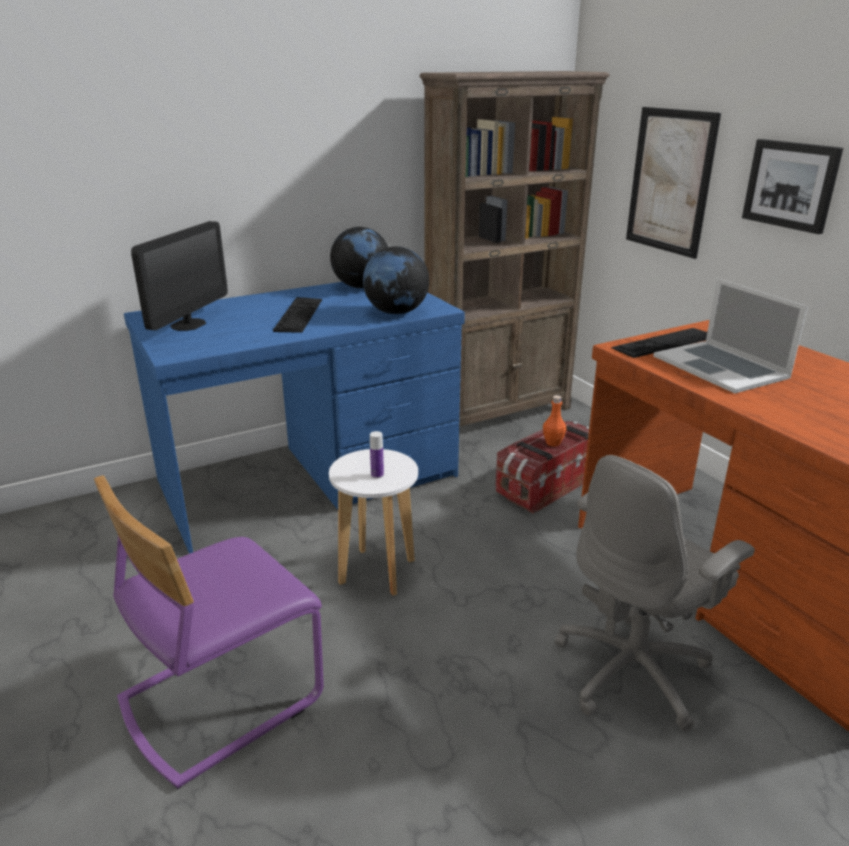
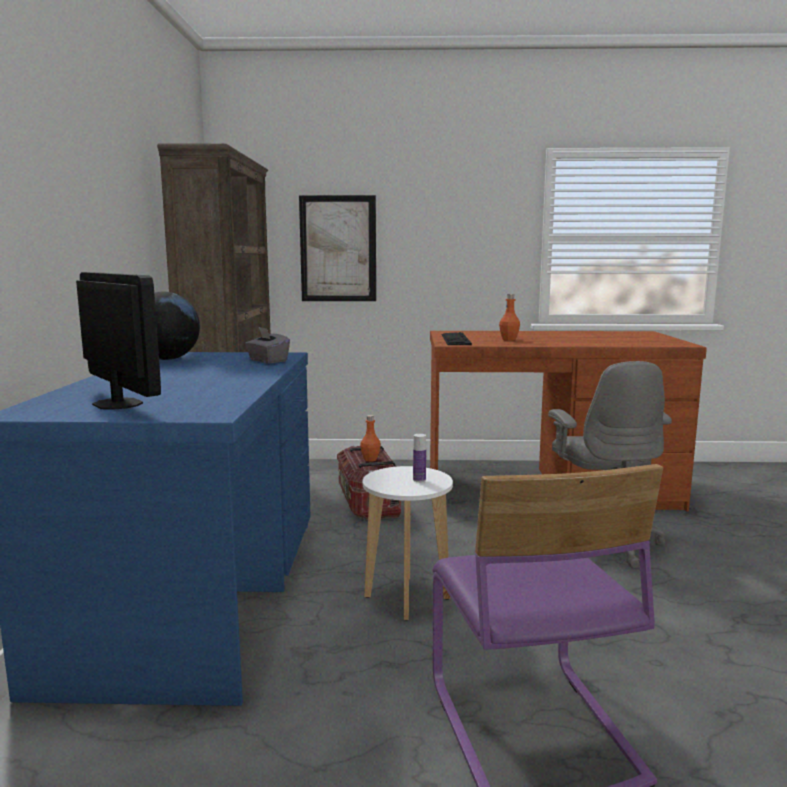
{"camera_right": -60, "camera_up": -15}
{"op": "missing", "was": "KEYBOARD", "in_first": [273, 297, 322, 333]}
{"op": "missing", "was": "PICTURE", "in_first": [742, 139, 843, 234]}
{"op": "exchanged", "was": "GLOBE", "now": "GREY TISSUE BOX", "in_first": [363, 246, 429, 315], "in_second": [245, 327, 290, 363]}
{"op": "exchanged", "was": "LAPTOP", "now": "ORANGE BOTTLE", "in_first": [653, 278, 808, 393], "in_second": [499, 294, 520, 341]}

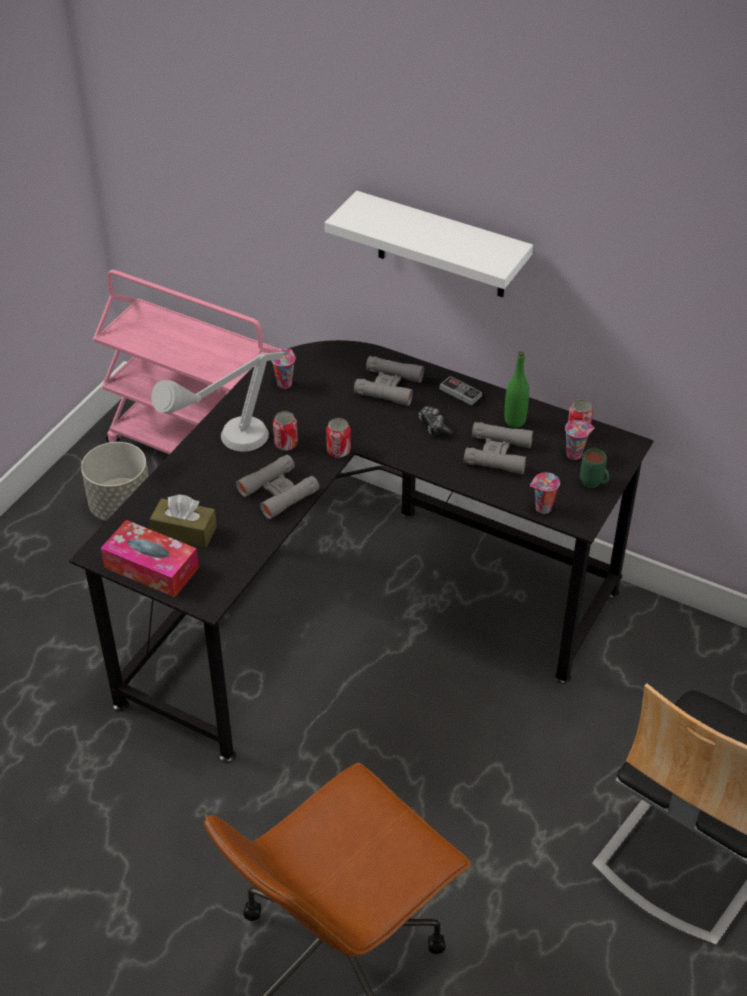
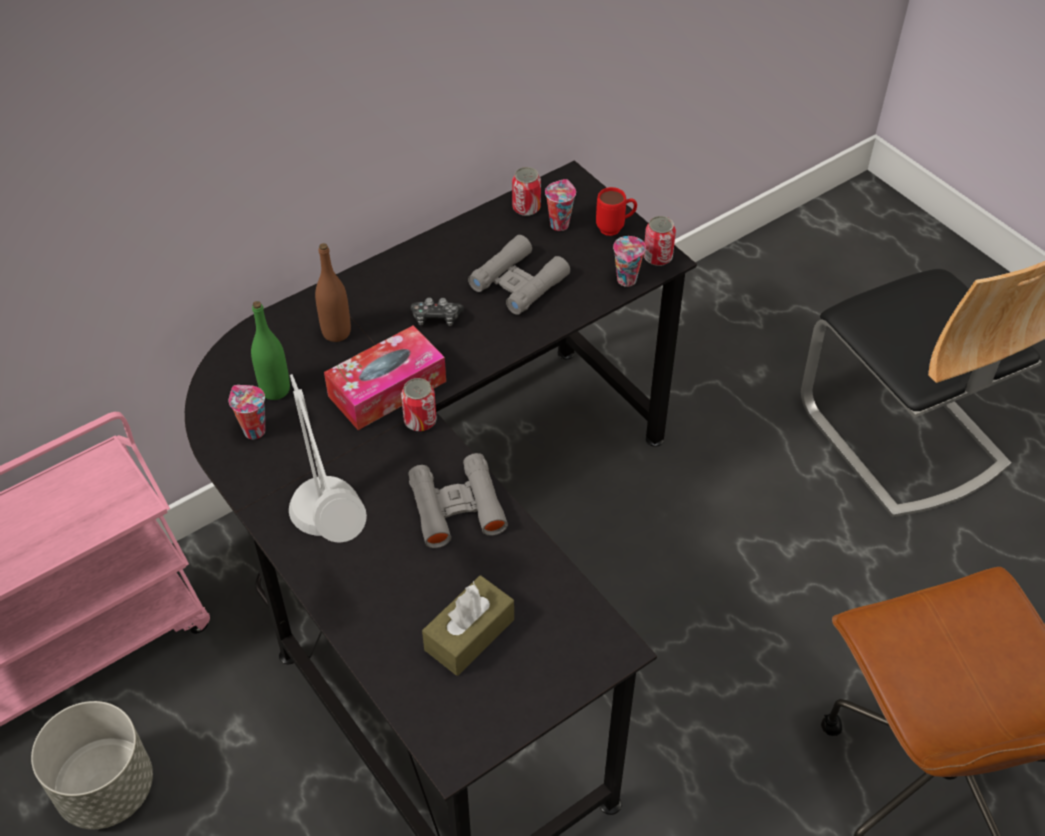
{"camera_right": -65, "camera_up": 5}
{"op": "missing", "was": "WHITE SHELF", "in_first": [325, 191, 533, 297]}
{"op": "missing", "was": "GAME CONTROLLER", "in_first": [440, 376, 482, 405]}
{"op": "relocated", "was": "TISSUE BOX", "in_first": [101, 520, 199, 597], "in_second": [324, 325, 446, 430]}
{"op": "relocated", "was": "CAN", "in_first": [273, 411, 298, 451], "in_second": [643, 216, 676, 266]}
{"op": "relocated", "was": "GREEN BOTTLE", "in_first": [504, 351, 529, 427], "in_second": [251, 301, 290, 400]}
{"op": "exchanged", "was": "GREY BINOCULARS", "now": "BROWN BOTTLE", "in_first": [354, 356, 424, 406], "in_second": [315, 243, 351, 342]}
{"op": "colour", "was": "GREEN MUG", "now": "RED MUG", "in_first": [580, 448, 609, 488], "in_second": [596, 187, 637, 236]}

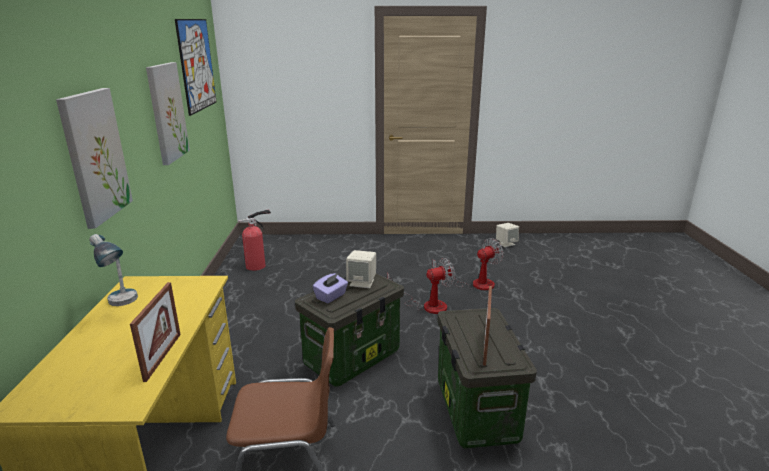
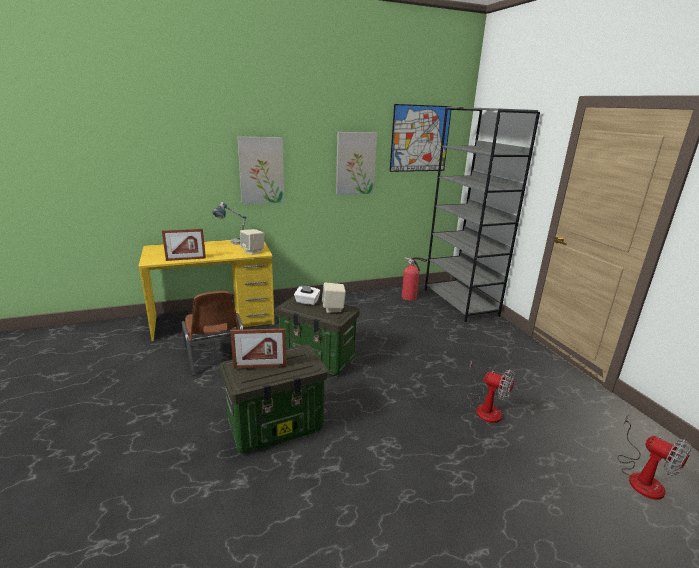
{"camera_right": 70, "camera_up": 0}
{"op": "appeared", "now": "GREY BOOKCASE", "in_second": [425, 107, 540, 322]}
{"op": "relocated", "was": "FAN", "in_first": [387, 258, 455, 314], "in_second": [617, 414, 692, 500]}
{"op": "relocated", "was": "BEIGE SPEAKER", "in_first": [496, 223, 519, 247], "in_second": [240, 229, 264, 255]}
{"op": "colour", "was": "PURPLE TISSUE BOX", "now": "WHITE TISSUE BOX", "in_first": [313, 273, 348, 303], "in_second": [294, 285, 320, 305]}

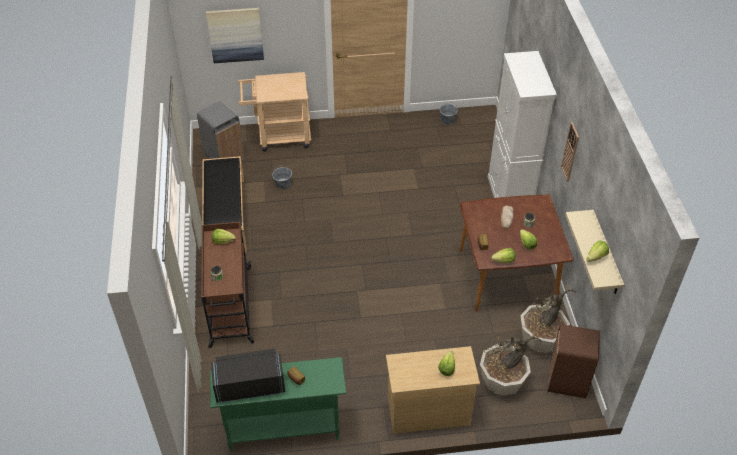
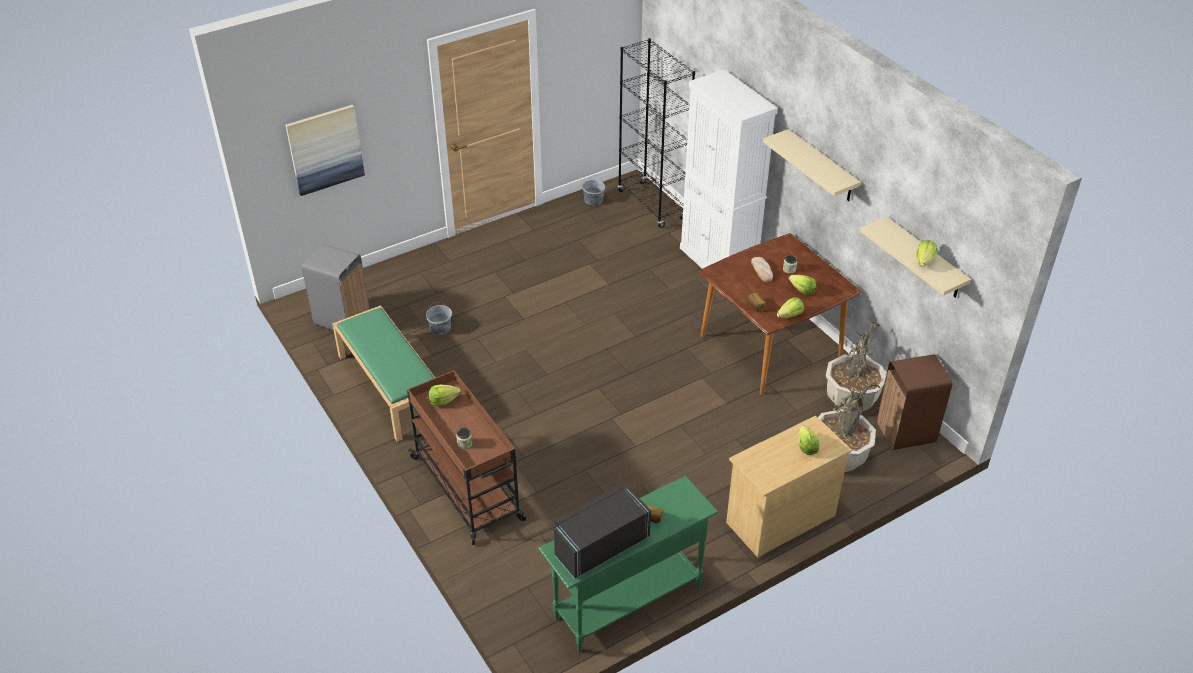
{"camera_right": -25, "camera_up": -5}
{"op": "missing", "was": "BEIGE CART", "in_first": [238, 72, 311, 152]}
{"op": "appeared", "now": "BLACK BOOKCASE", "in_second": [618, 38, 695, 228]}
{"op": "exchanged", "was": "WALL CLOCK", "now": "BEIGE SHELF", "in_first": [561, 122, 579, 182], "in_second": [763, 129, 861, 201]}
{"op": "colour", "was": "BLACK BENCH", "now": "GREEN BENCH", "in_first": [202, 156, 247, 253], "in_second": [332, 305, 435, 442]}

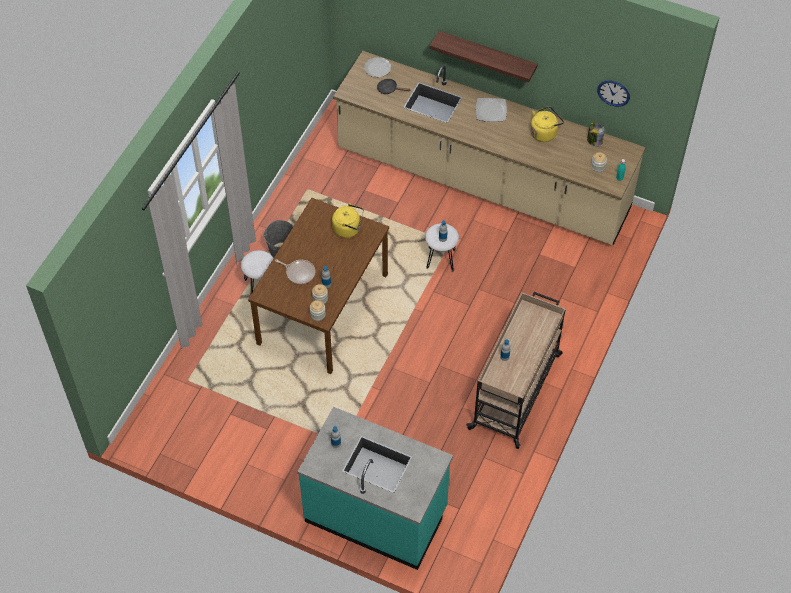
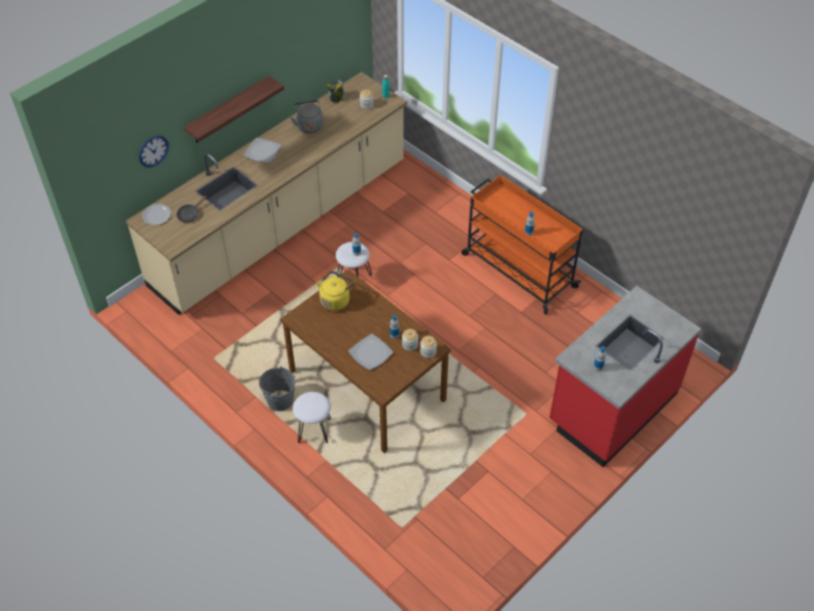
{"camera_right": -70, "camera_up": -5}
{"op": "relocated", "was": "WALL CLOCK", "in_first": [597, 81, 630, 107], "in_second": [139, 136, 169, 168]}
{"op": "exchanged", "was": "FRYING PAN", "now": "PLATE", "in_first": [275, 259, 315, 284], "in_second": [348, 334, 393, 370]}
{"op": "colour", "was": "TURQUOISE COUNTER", "now": "RED COUNTER", "in_first": [297, 407, 453, 570], "in_second": [549, 286, 701, 467]}
{"op": "colour", "was": "BEIGE CART", "now": "ORANGE CART", "in_first": [466, 292, 566, 449], "in_second": [461, 175, 583, 314]}
{"op": "colour", "was": "YELLOW KETTLE", "now": "GREY KETTLE", "in_first": [530, 106, 564, 142], "in_second": [290, 100, 323, 134]}

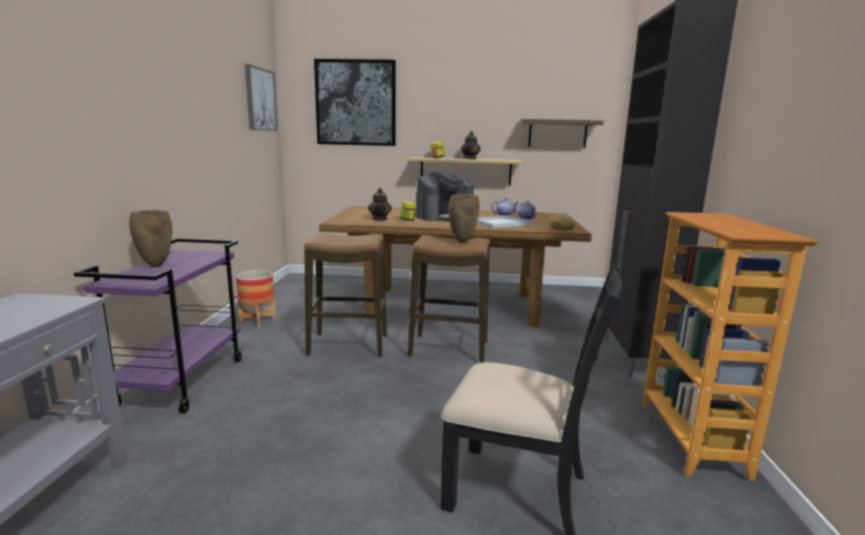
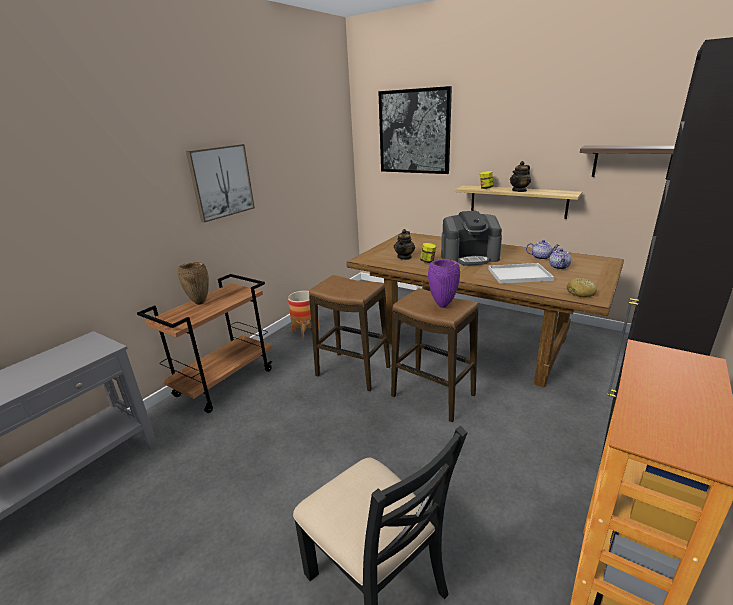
{"camera_right": 30, "camera_up": 10}
{"op": "relocated", "was": "PICTURE", "in_first": [245, 64, 278, 131], "in_second": [186, 144, 255, 223]}
{"op": "colour", "was": "PURPLE CART", "now": "BROWN CART", "in_first": [74, 238, 243, 413], "in_second": [137, 274, 272, 413]}
{"op": "colour", "was": "BROWN VASE", "now": "PURPLE VASE", "in_first": [449, 194, 480, 243], "in_second": [428, 259, 460, 308]}

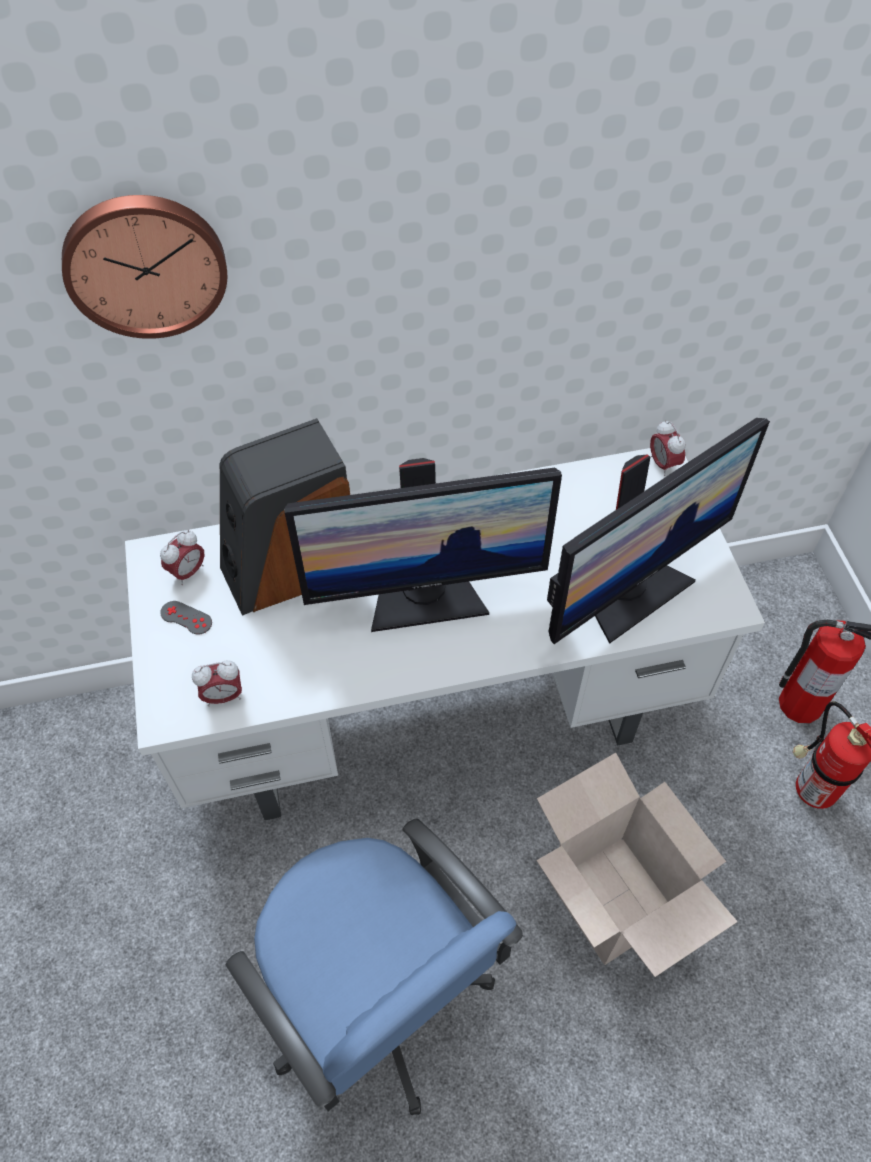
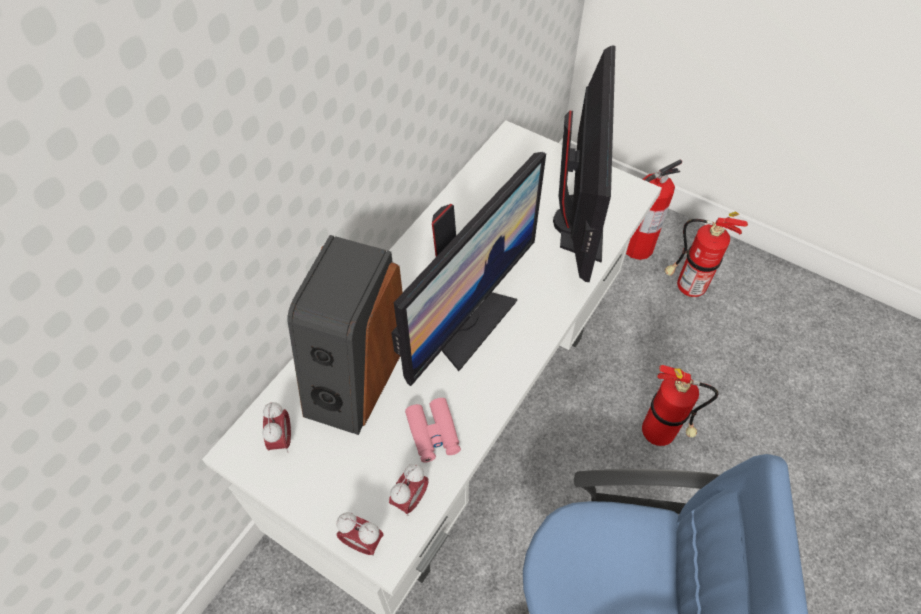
{"camera_right": -45, "camera_up": 0}
{"op": "missing", "was": "WALL CLOCK", "in_first": [62, 195, 227, 339]}
{"op": "missing", "was": "GREY GAME CONTROLLER", "in_first": [160, 601, 212, 635]}
{"op": "appeared", "now": "PINK BINOCULARS", "in_second": [405, 398, 461, 463]}
{"op": "relocated", "was": "ALARM CLOCK", "in_first": [650, 420, 686, 476], "in_second": [337, 512, 384, 556]}
{"op": "exchanged", "was": "CARDBOARD BOX", "now": "FIRE EXTINGUISHER", "in_first": [536, 753, 738, 977], "in_second": [642, 365, 718, 446]}

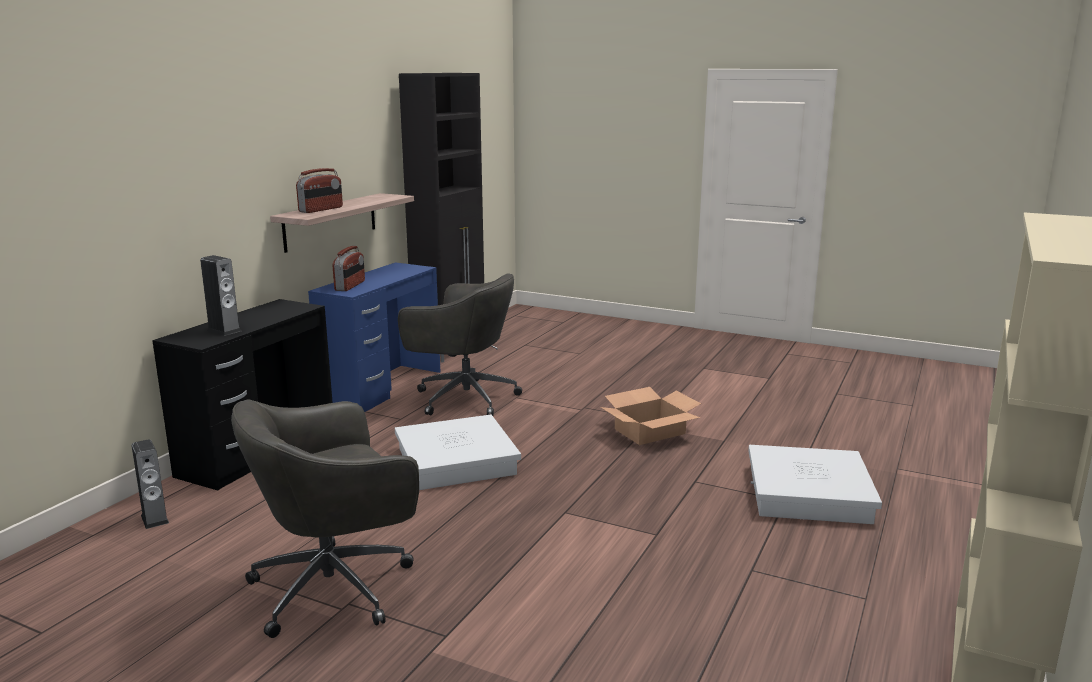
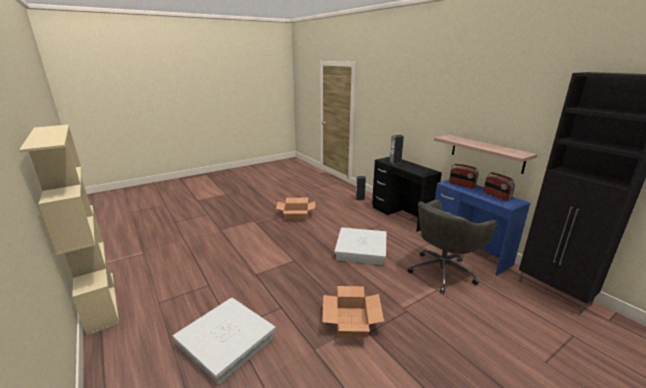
{"camera_right": 120, "camera_up": 5}
{"op": "relocated", "was": "RADIO", "in_first": [296, 168, 343, 213], "in_second": [483, 172, 515, 201]}
{"op": "exchanged", "was": "GREY OFFICE CHAIR", "now": "CARDBOARD BOX", "in_first": [231, 399, 419, 638], "in_second": [276, 198, 315, 219]}

